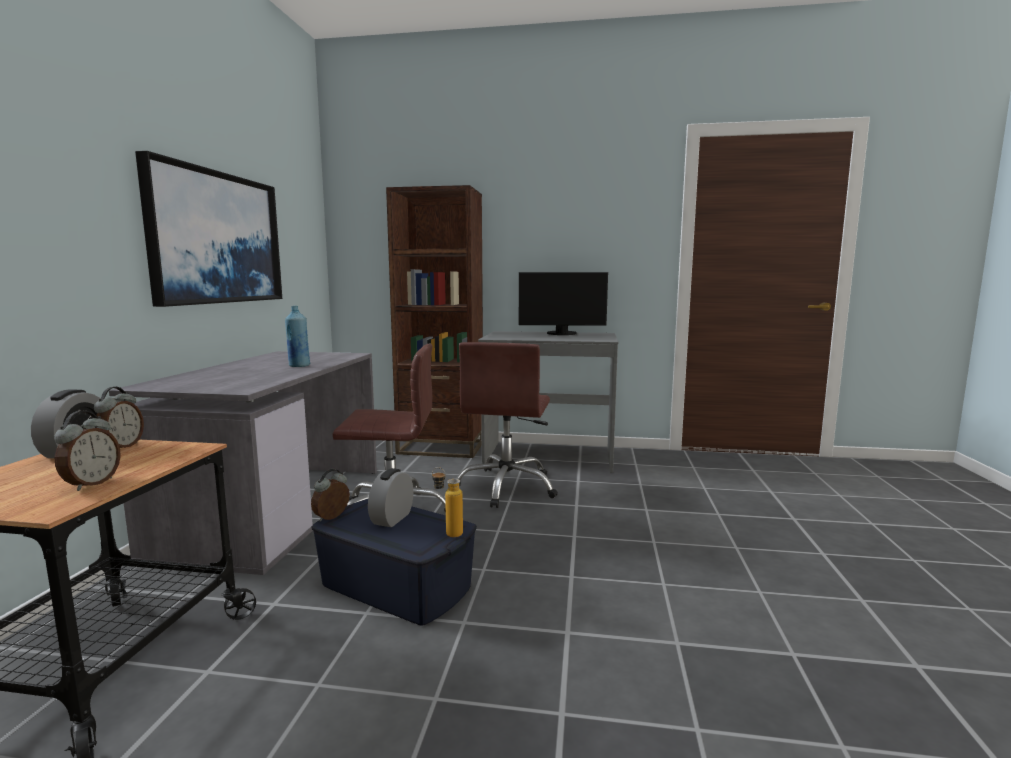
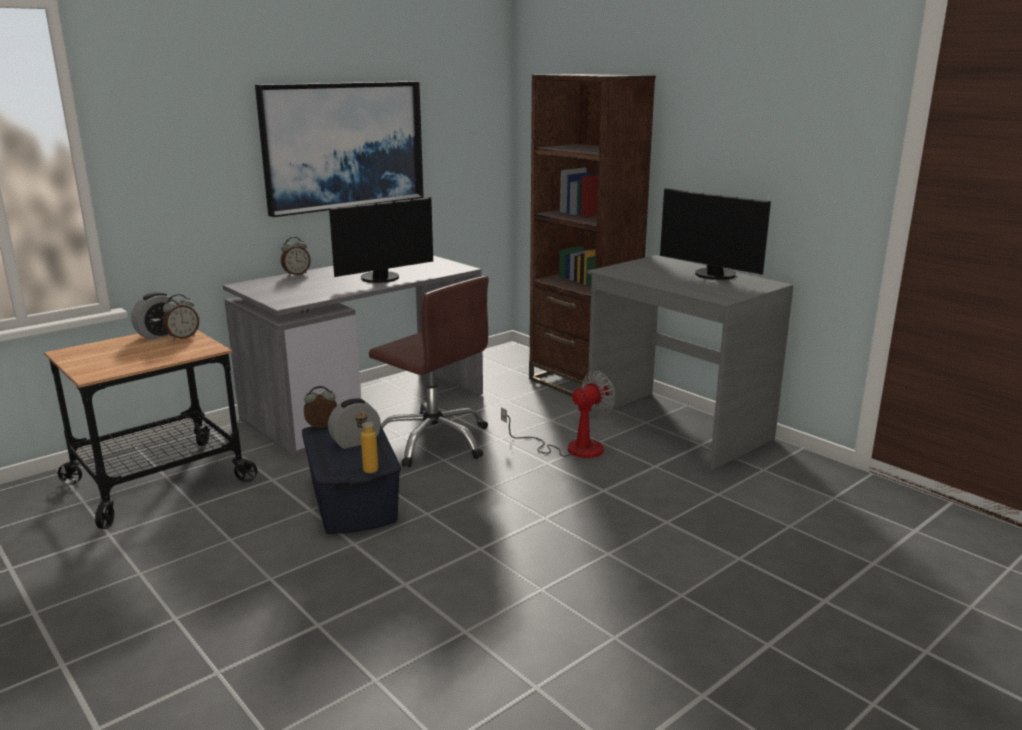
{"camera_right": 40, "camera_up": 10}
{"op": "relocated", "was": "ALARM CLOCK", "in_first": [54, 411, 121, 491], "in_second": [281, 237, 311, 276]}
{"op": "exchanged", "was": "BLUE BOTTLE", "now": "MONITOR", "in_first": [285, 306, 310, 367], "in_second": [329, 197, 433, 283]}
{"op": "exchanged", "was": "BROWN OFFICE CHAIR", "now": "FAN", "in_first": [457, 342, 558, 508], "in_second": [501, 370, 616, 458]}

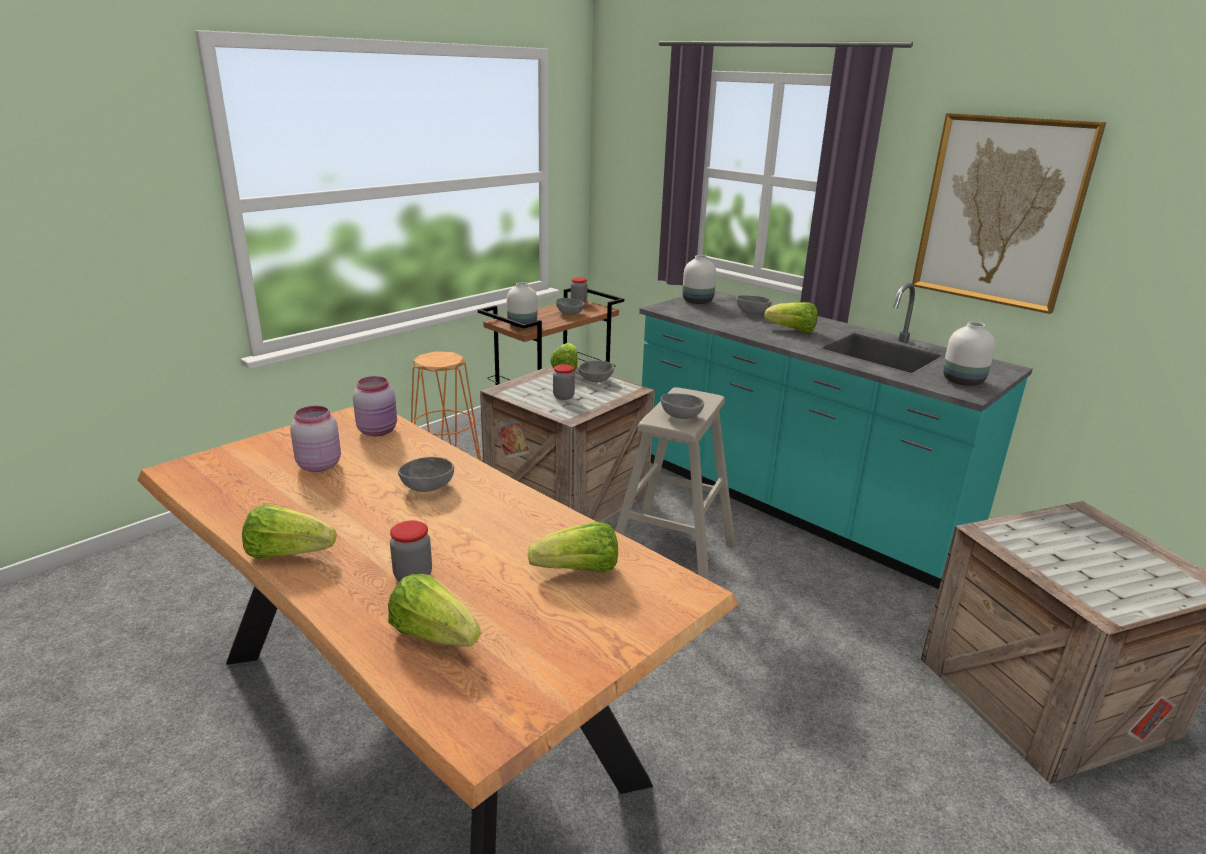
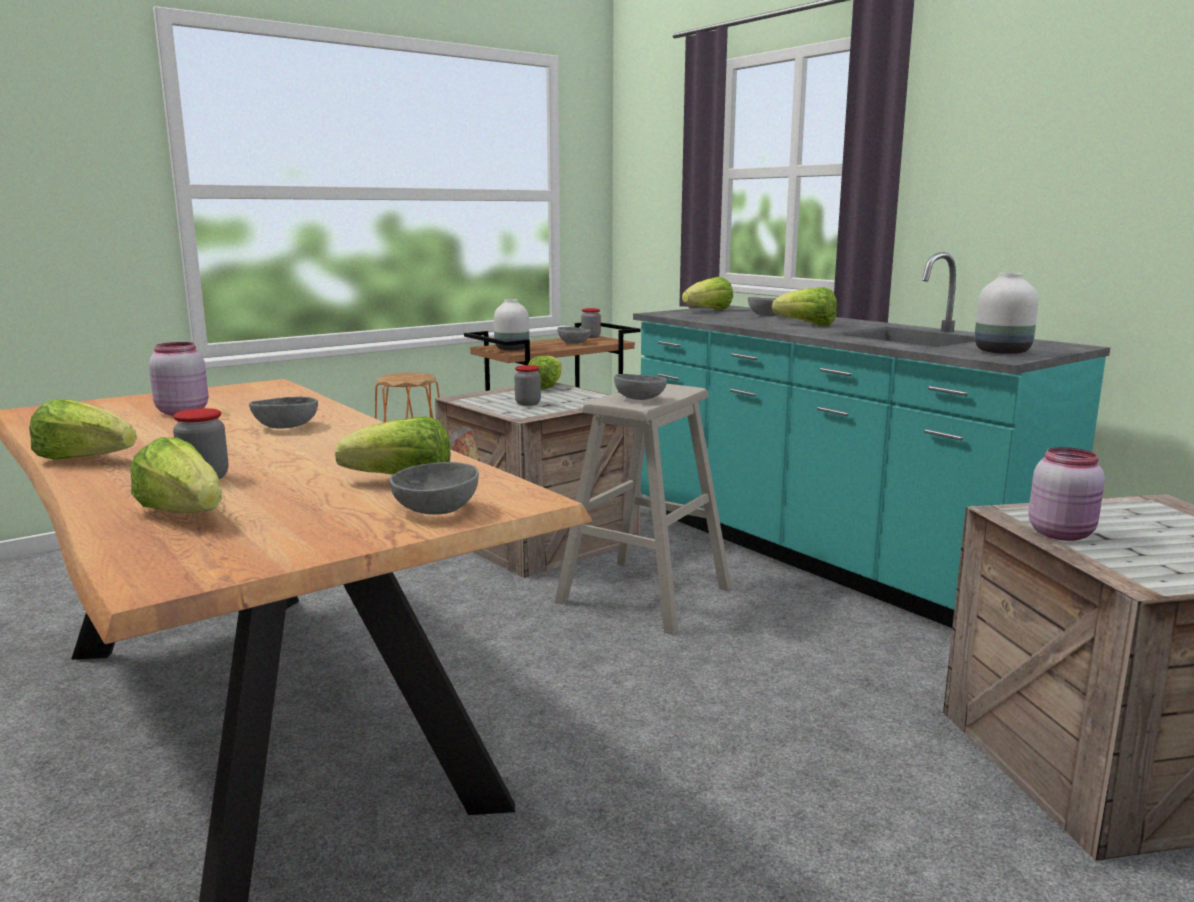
{"camera_right": 10, "camera_up": -10}
{"op": "missing", "was": "PICTURE", "in_first": [912, 113, 1106, 314]}
{"op": "relocated", "was": "PINK JAR", "in_first": [353, 376, 397, 436], "in_second": [1028, 447, 1105, 541]}
{"op": "relocated", "was": "GREY BOWL", "in_first": [578, 360, 614, 382], "in_second": [389, 462, 479, 514]}
{"op": "exchanged", "was": "WHITE VASE", "now": "LETTUCE", "in_first": [682, 255, 716, 304], "in_second": [682, 277, 733, 310]}

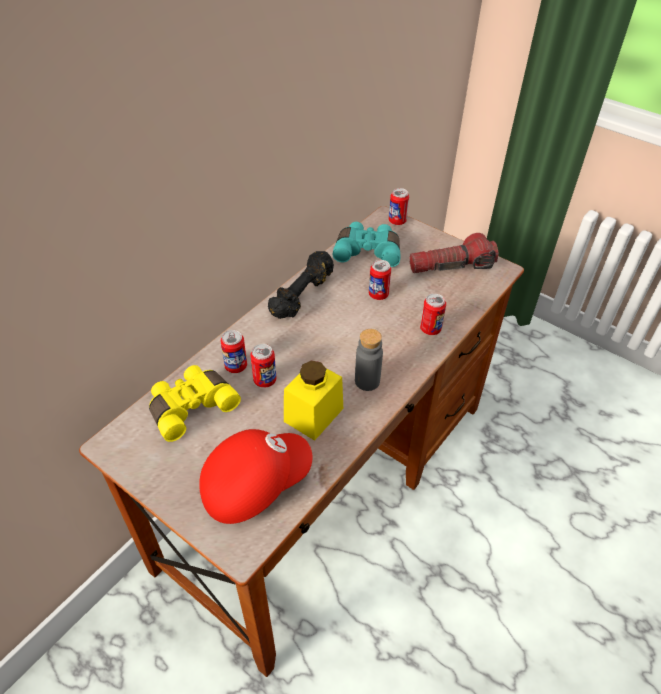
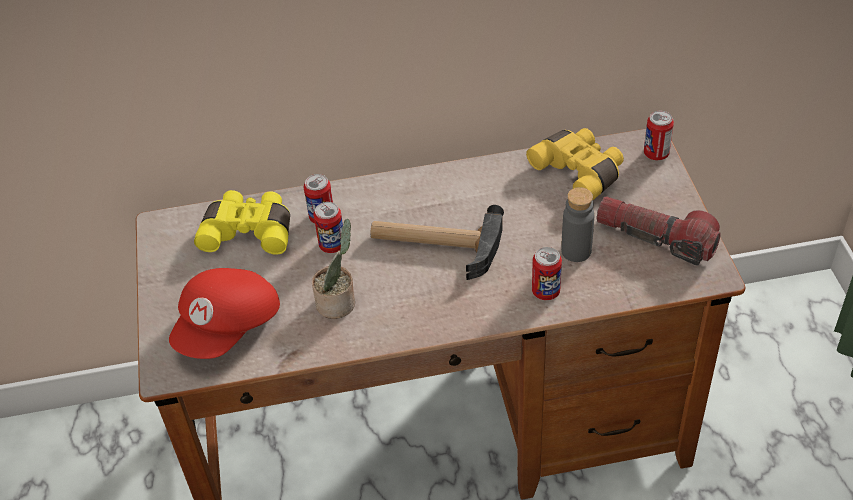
{"camera_right": 45, "camera_up": 0}
{"op": "missing", "was": "BLACK DUMBBELL", "in_first": [268, 251, 334, 319]}
{"op": "missing", "was": "CAN", "in_first": [369, 260, 391, 300]}
{"op": "appeared", "now": "HAMMER", "in_second": [371, 205, 504, 280]}
{"op": "relocated", "was": "GREY BOTTLE", "in_first": [355, 329, 383, 391], "in_second": [561, 187, 595, 262]}
{"op": "exchanged", "was": "YELLOW JAR", "now": "POTTED PLANT", "in_first": [284, 361, 343, 441], "in_second": [312, 219, 355, 319]}
{"op": "colour", "was": "TURQUOISE BINOCULARS", "now": "YELLOW BINOCULARS", "in_first": [332, 222, 401, 267], "in_second": [526, 128, 624, 200]}
{"op": "spun", "was": "RED CAP", "in_first": [199, 429, 313, 524], "in_second": [169, 268, 280, 359], "clockwise": 105}

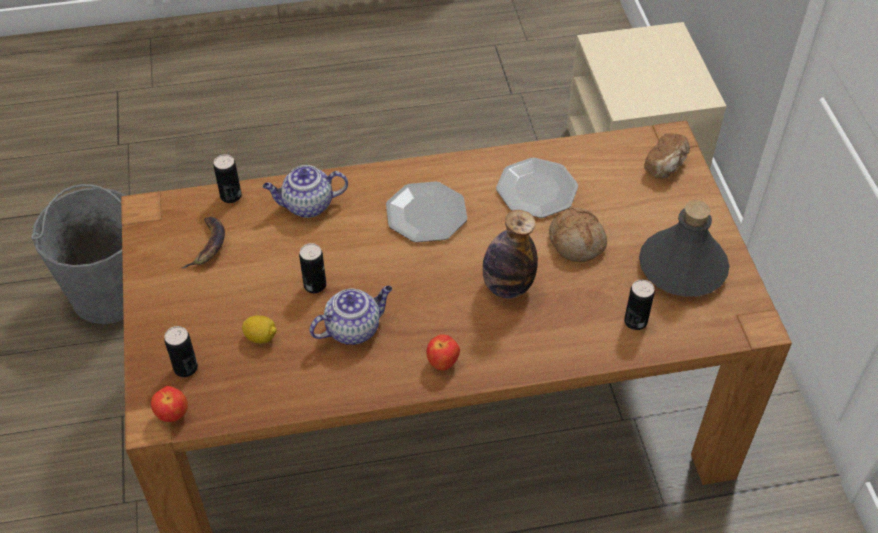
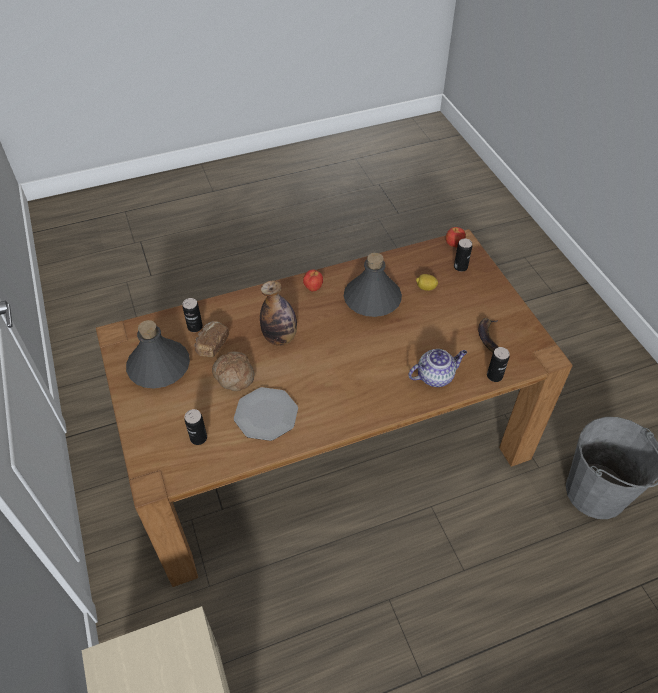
{"camera_right": 170, "camera_up": 0}
{"op": "missing", "was": "PLATE", "in_first": [386, 182, 467, 242]}
{"op": "relocated", "was": "CAN", "in_first": [299, 243, 326, 293], "in_second": [184, 409, 207, 445]}
{"op": "relocated", "was": "BREAD", "in_first": [644, 133, 690, 179], "in_second": [194, 321, 229, 357]}
{"op": "exchanged", "was": "TEAPOT", "now": "GREY BOTTLE", "in_first": [309, 286, 392, 345], "in_second": [344, 253, 402, 317]}

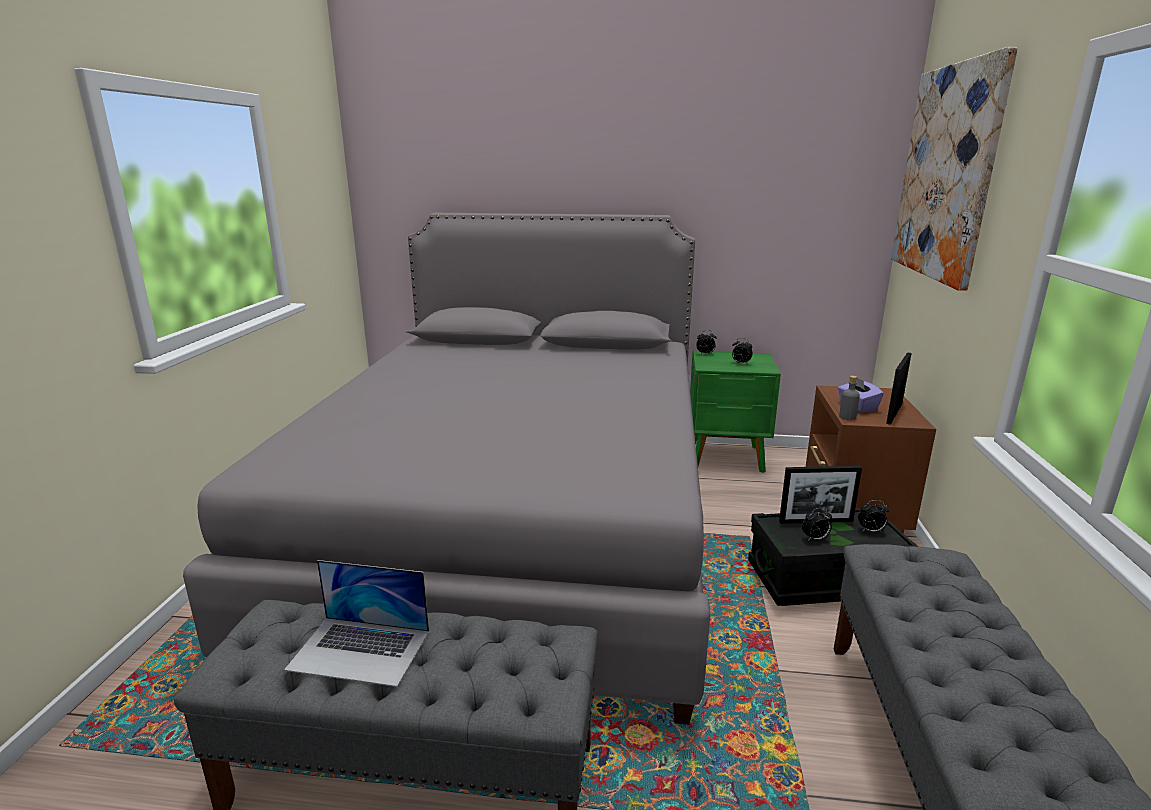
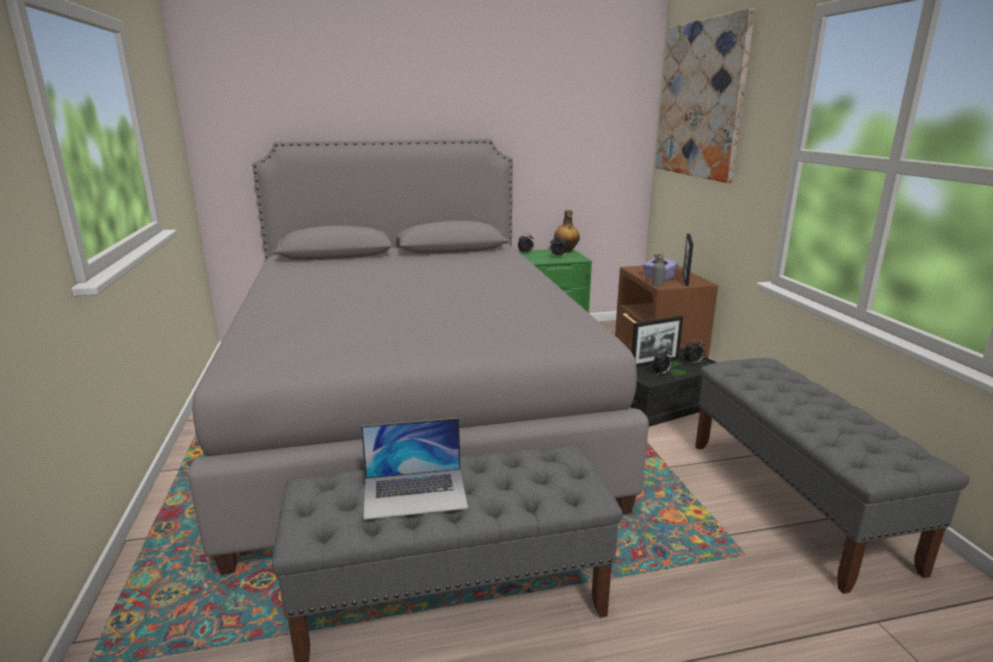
{"camera_right": -20, "camera_up": 0}
{"op": "appeared", "now": "BOTTLE", "in_second": [554, 210, 580, 253]}

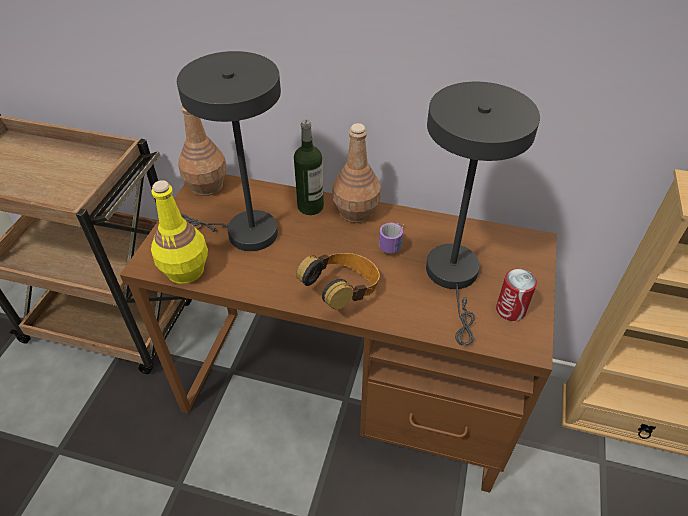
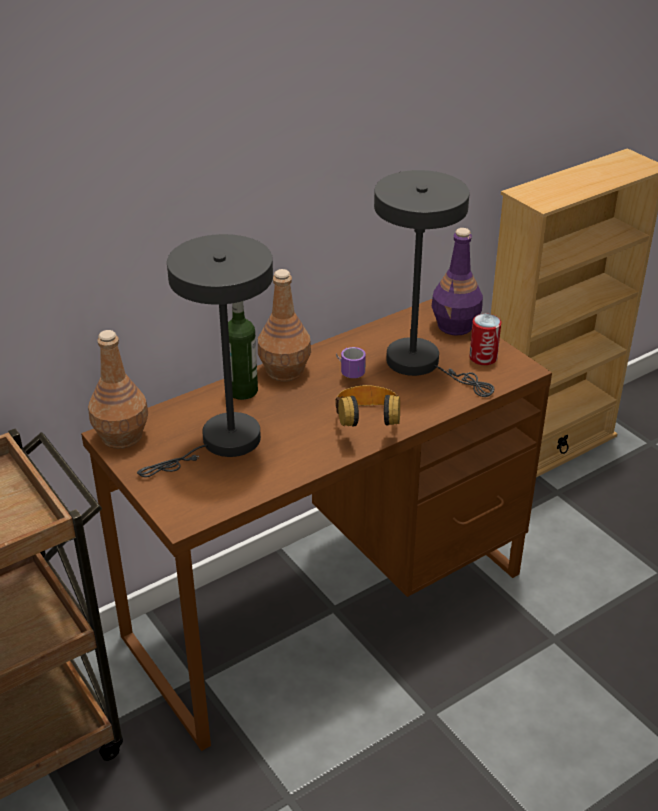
{"camera_right": -50, "camera_up": -10}
{"op": "missing", "was": "YELLOW BOTTLE", "in_first": [151, 180, 208, 284]}
{"op": "appeared", "now": "PURPLE BOTTLE", "in_second": [431, 228, 483, 336]}

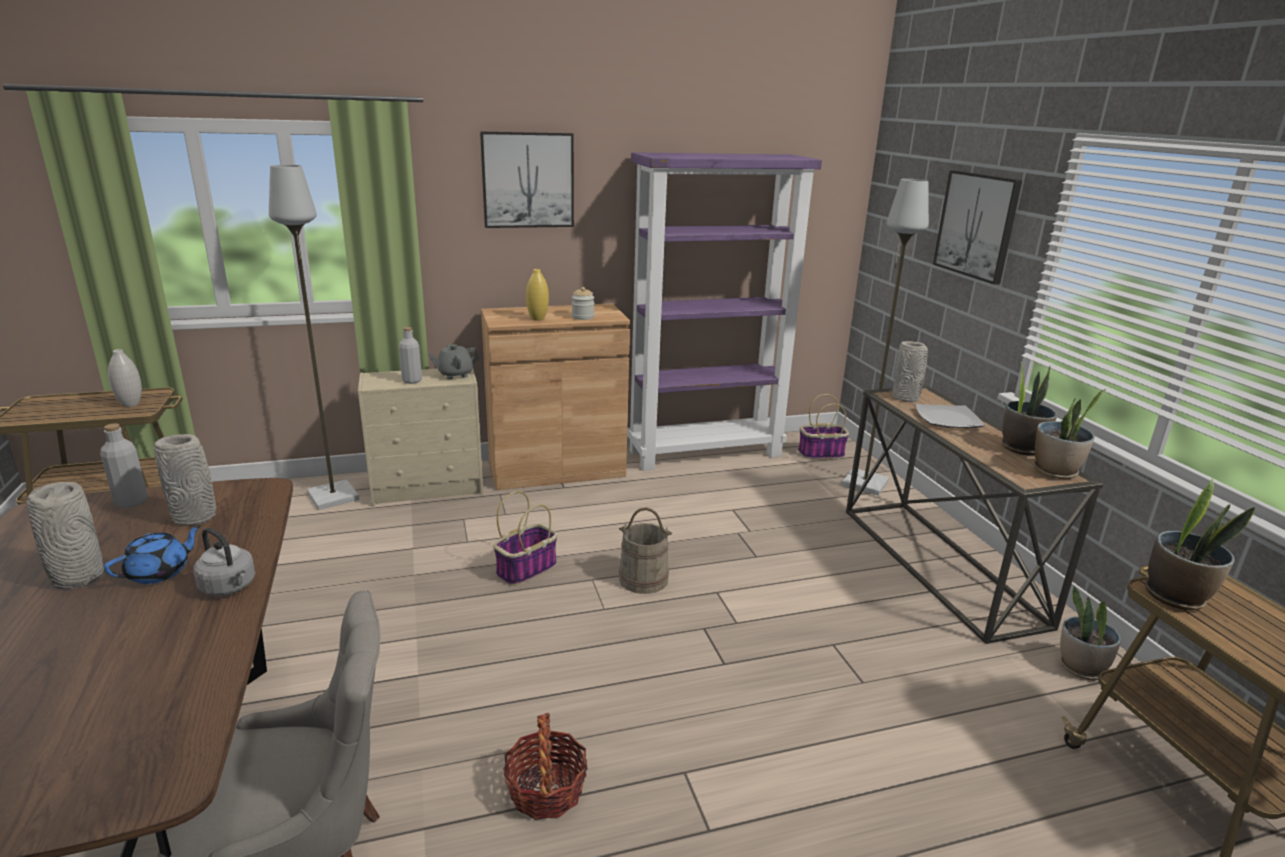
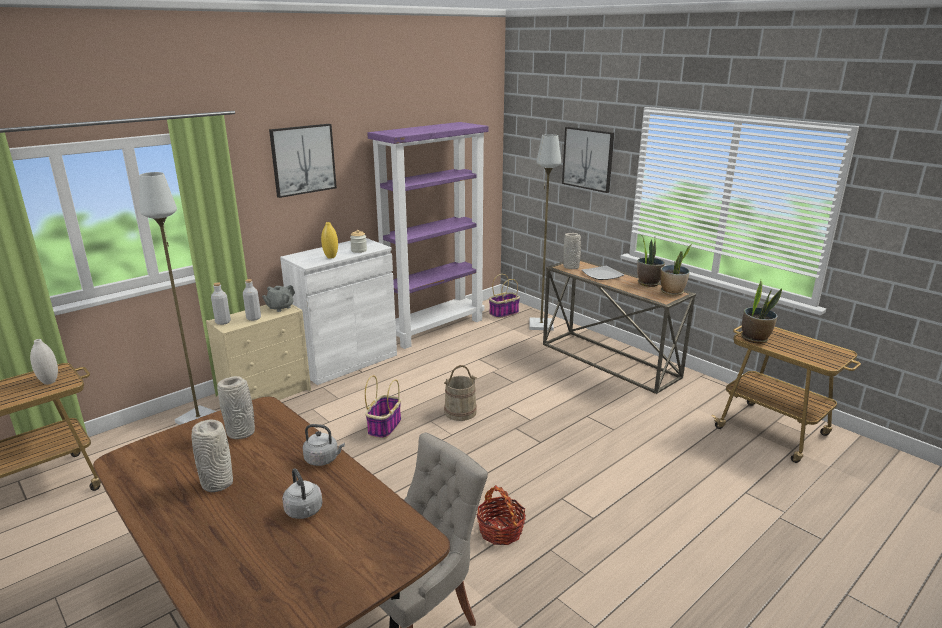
{"camera_right": -25, "camera_up": 0}
{"op": "missing", "was": "BLUE TEAPOT", "in_first": [104, 525, 202, 584]}
{"op": "missing", "was": "POTTED PLANT", "in_first": [1060, 586, 1121, 681]}
{"op": "appeared", "now": "GREY KETTLE", "in_second": [282, 468, 323, 519]}
{"op": "relocated", "was": "GREY BOTTLE", "in_first": [100, 423, 148, 508], "in_second": [211, 282, 231, 325]}
{"op": "colour", "was": "BROWN CABINET", "now": "WHITE CABINET", "in_first": [481, 303, 630, 490], "in_second": [280, 238, 397, 385]}

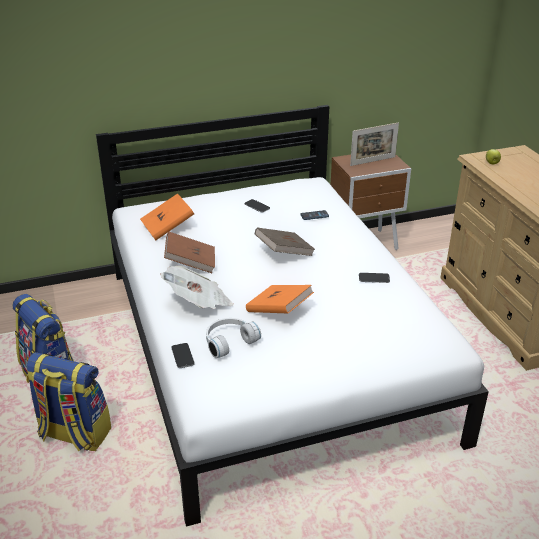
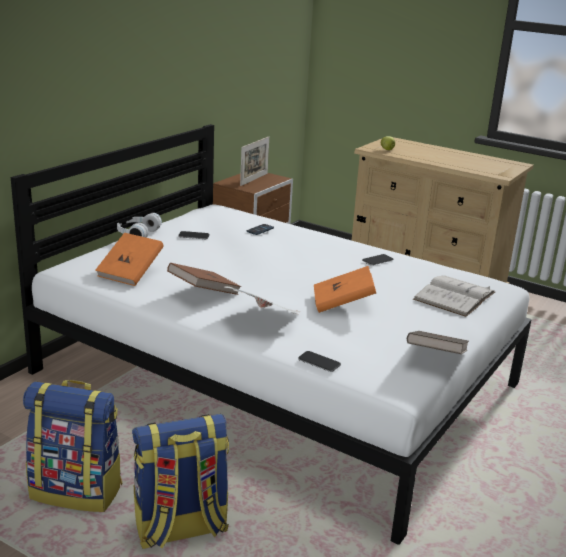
{"camera_right": -40, "camera_up": -10}
{"op": "appeared", "now": "WHITE BOOK", "in_second": [413, 275, 495, 317]}
{"op": "relocated", "was": "WHITE HEADPHONES", "in_first": [206, 318, 261, 358], "in_second": [117, 213, 162, 238]}
{"op": "relocated", "was": "BROWN BOOK", "in_first": [255, 227, 315, 256], "in_second": [407, 331, 469, 354]}

